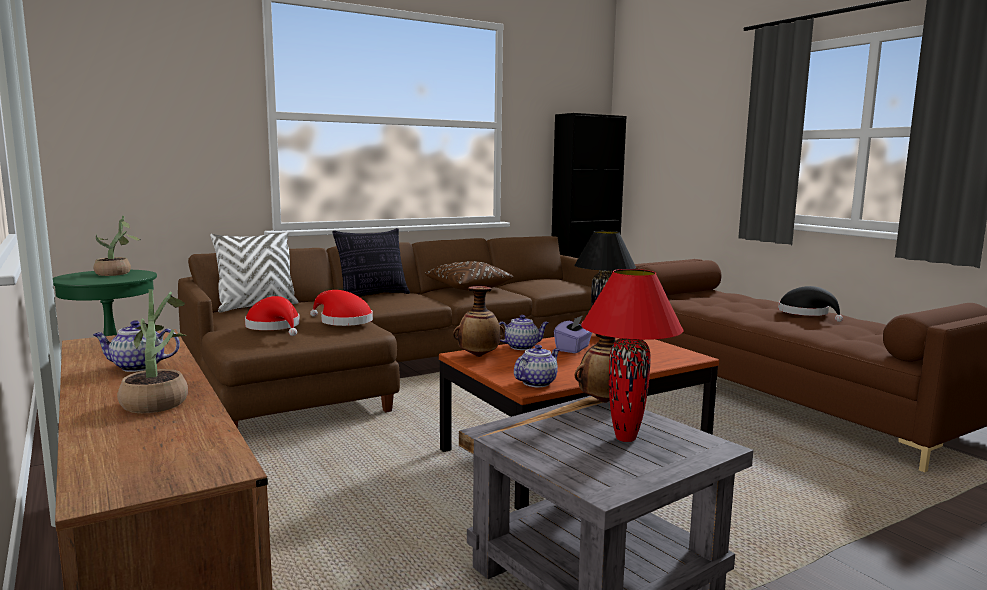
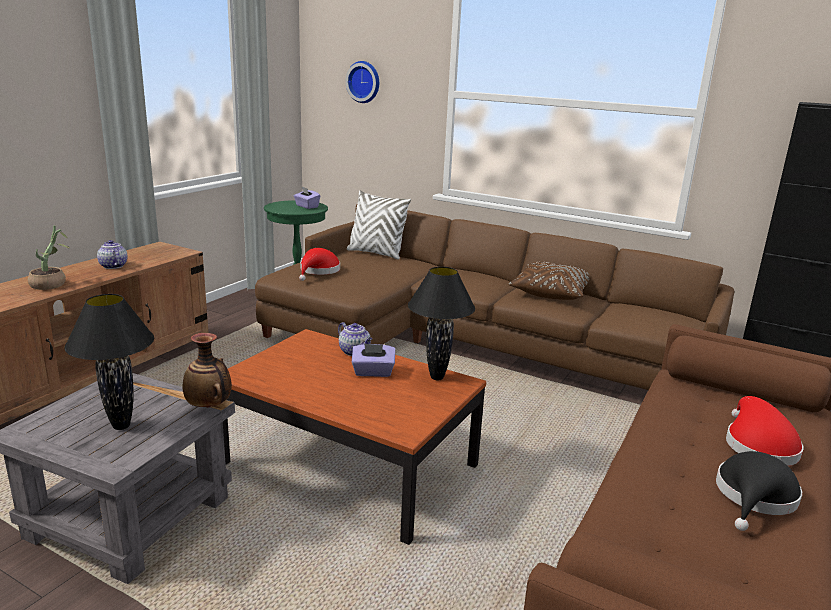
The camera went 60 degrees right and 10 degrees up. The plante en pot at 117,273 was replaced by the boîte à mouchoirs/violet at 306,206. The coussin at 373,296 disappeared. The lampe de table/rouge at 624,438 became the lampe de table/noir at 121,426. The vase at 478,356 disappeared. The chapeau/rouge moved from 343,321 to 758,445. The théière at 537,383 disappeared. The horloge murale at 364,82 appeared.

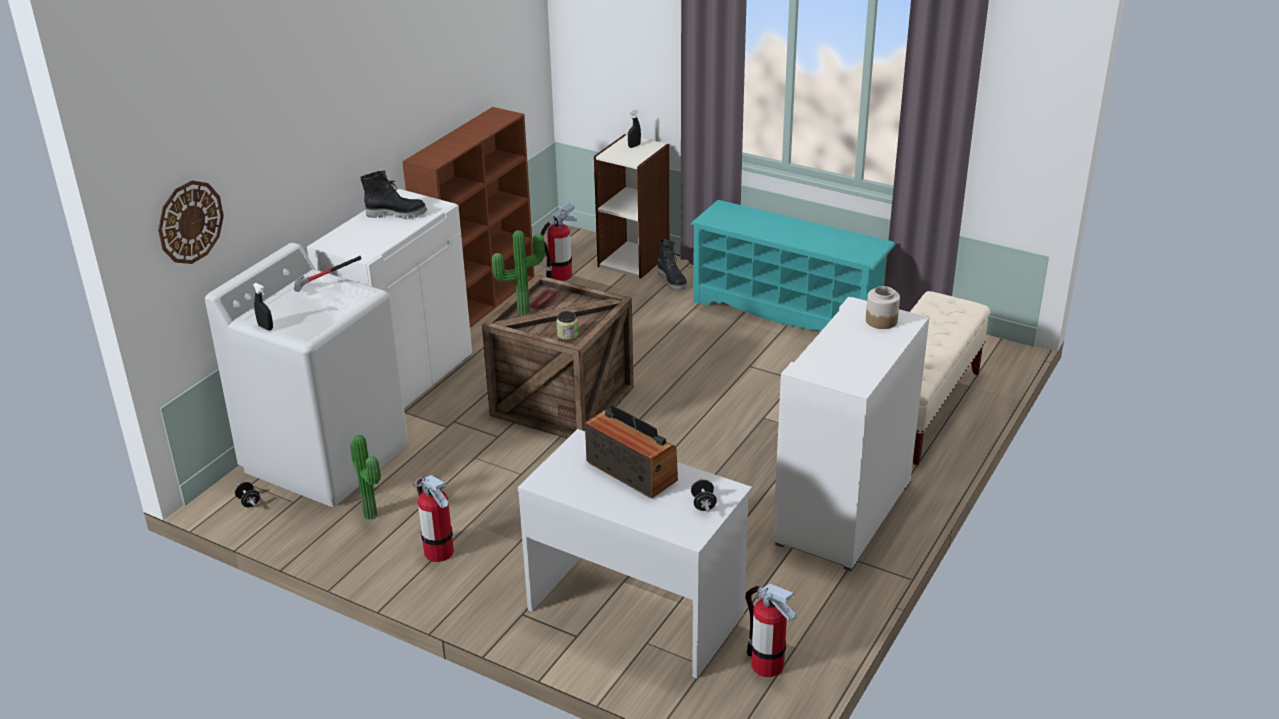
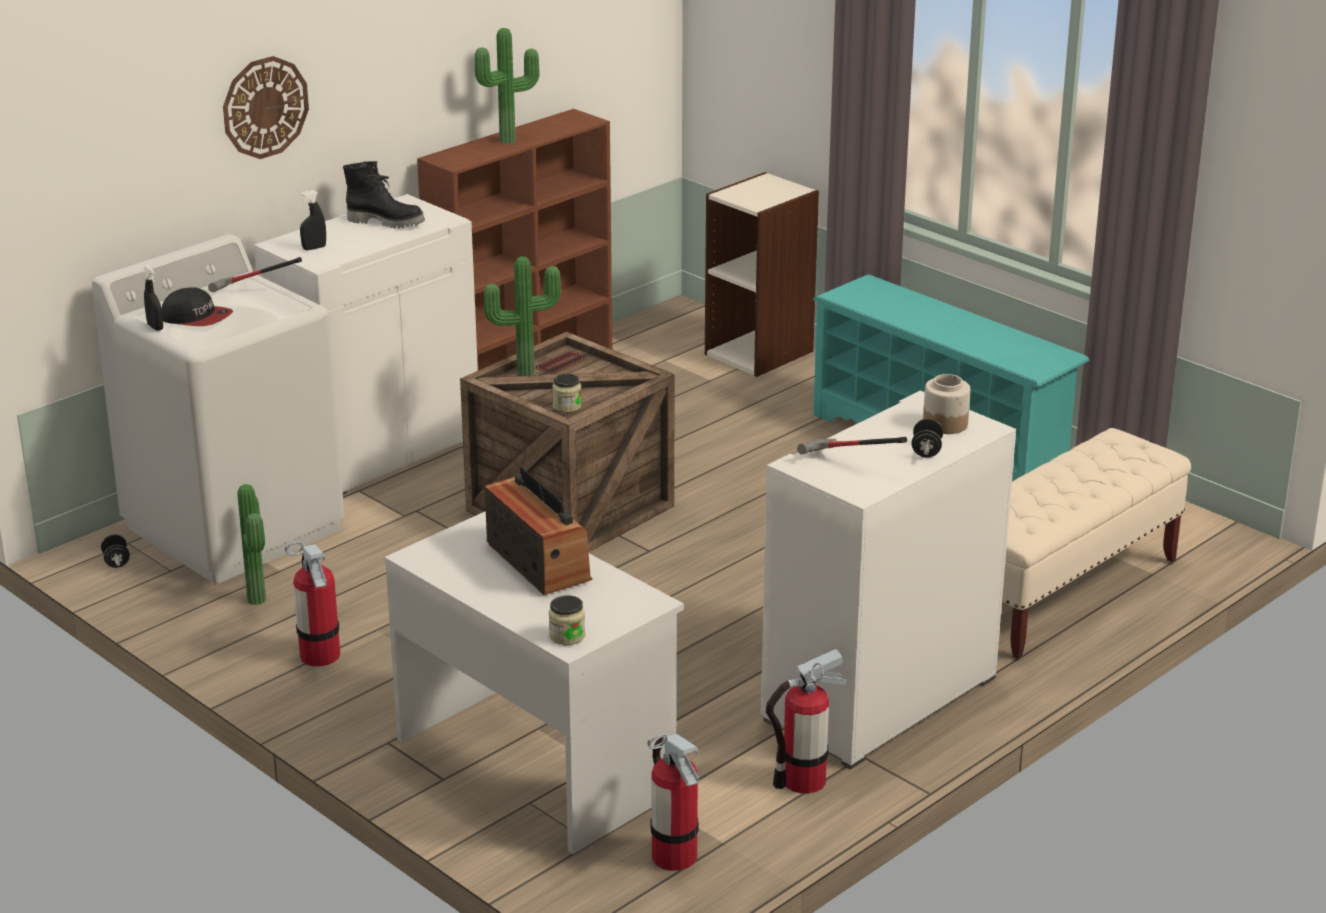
The camera went 15 degrees right and 5 degrees down. The vaporisateur/noir moved from 634,146 to 314,248. The horloge murale moved from 190,222 to 265,107. The extincteur moved from 560,275 to 803,781. The botte/noir at 672,281 disappeared. The haltère/noir moved from 703,504 to 926,451. The plante en pot at 509,141 appeared. The casquette at 197,318 appeared. The marteau at 846,464 appeared. The bocal at 567,636 appeared.

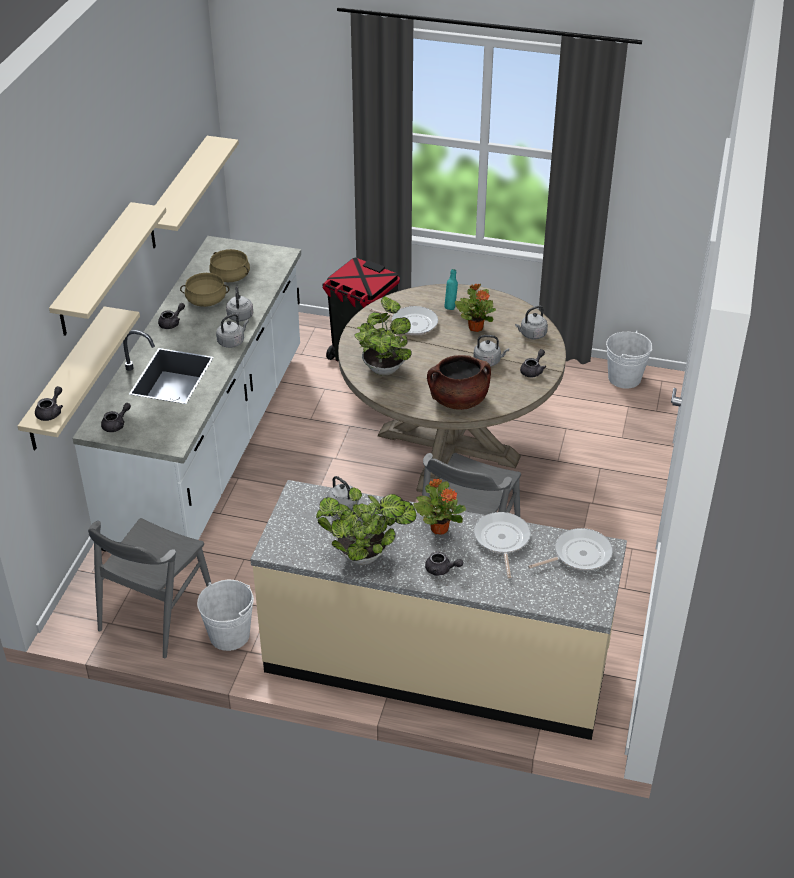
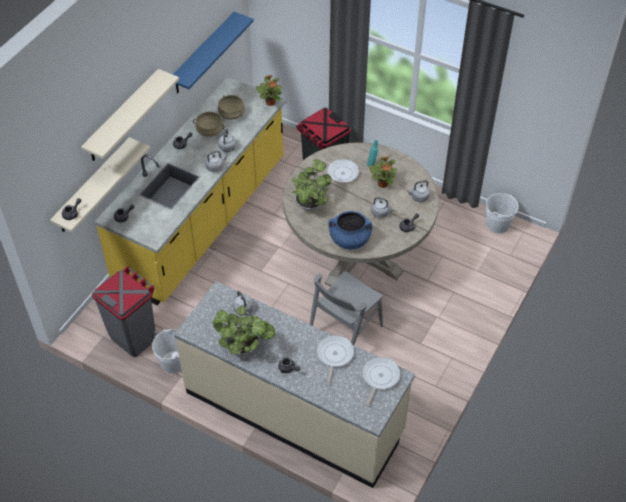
The camera went 15 degrees right and 10 degrees up. The étagère/beige at 178,193 became the étagère/bleu at 203,54. The comptoir de cuisine/blanc at 209,445 became the comptoir de cuisine/jaune at 203,221. The marmite/marron at 458,400 became the marmite/bleu at 349,240. The plante en pot moved from 439,528 to 270,102. The chaise/gris at 156,614 was replaced by the poubelle/gris at 133,337. The poêle at 579,554 turned 60 degrees counterclockwise.

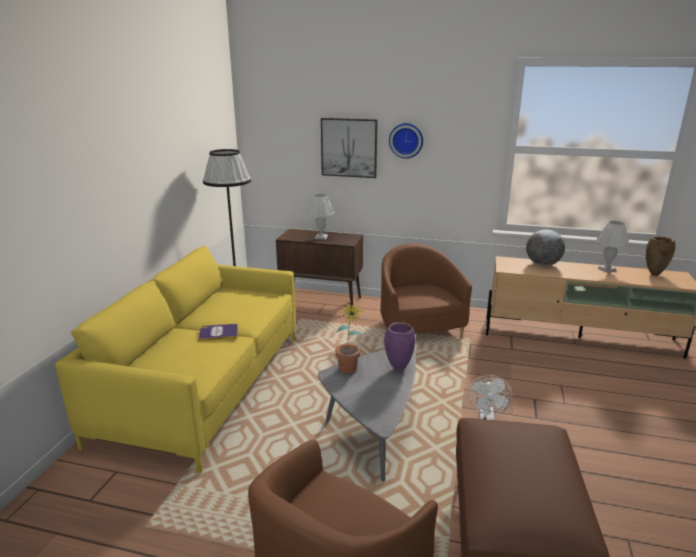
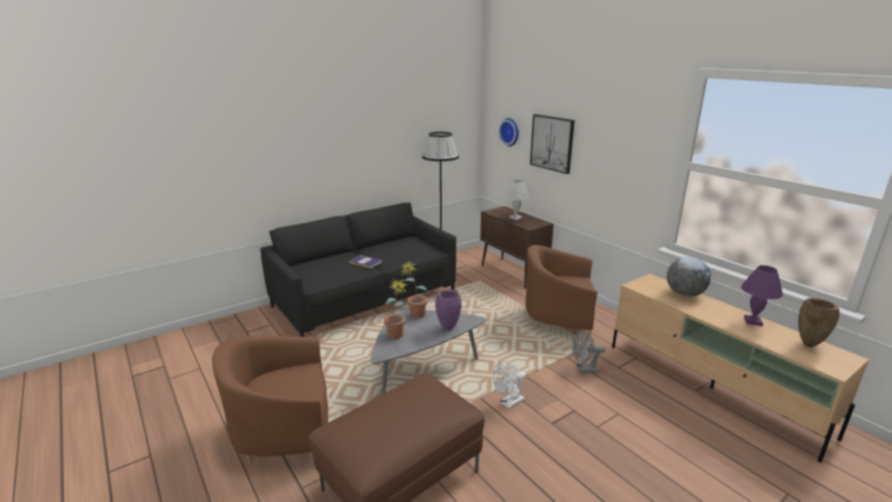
The camera went 40 degrees right and 0 degrees up. The horloge murale moved from 406,140 to 510,132. The lampe de table/blanc at 607,269 became the lampe de table/violet at 753,321. The fauteuil/marron at 418,328 turned 105 degrees counterclockwise. The canapé/jaune at 205,386 became the canapé/noir at 365,300. The plante en pot at 396,337 appeared. The ventilateur/gris at 584,370 appeared.

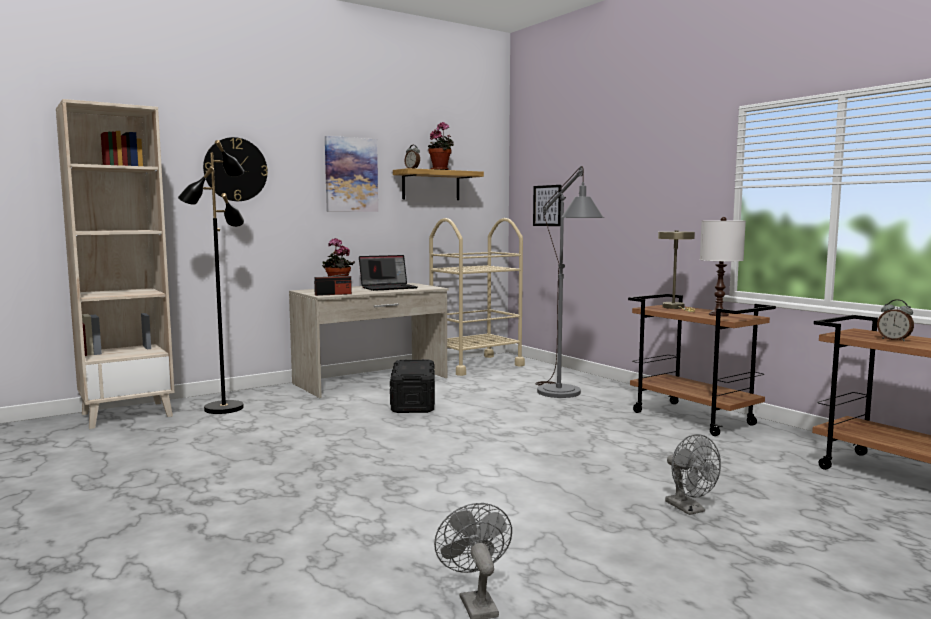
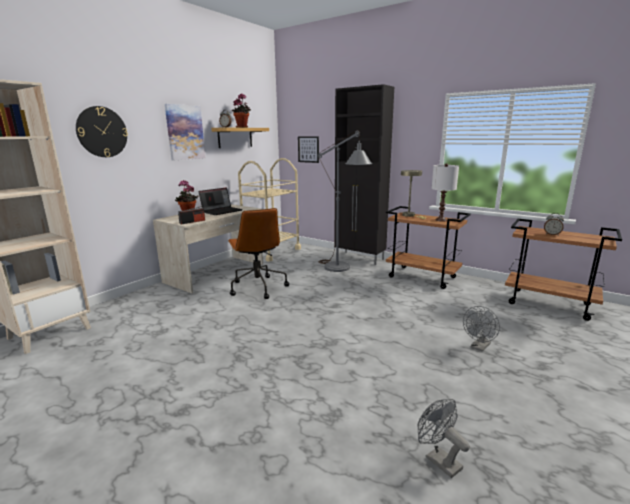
The camera went 20 degrees left and 10 degrees up. The lampadaire/noir at 223,408 disappeared. The boîte de rangement/noir at 413,401 was replaced by the chaise de bureau/marron at 257,287. The ventilateur/gris at 689,509 turned 90 degrees clockwise. The meuble de rangement/noir at 360,258 appeared.

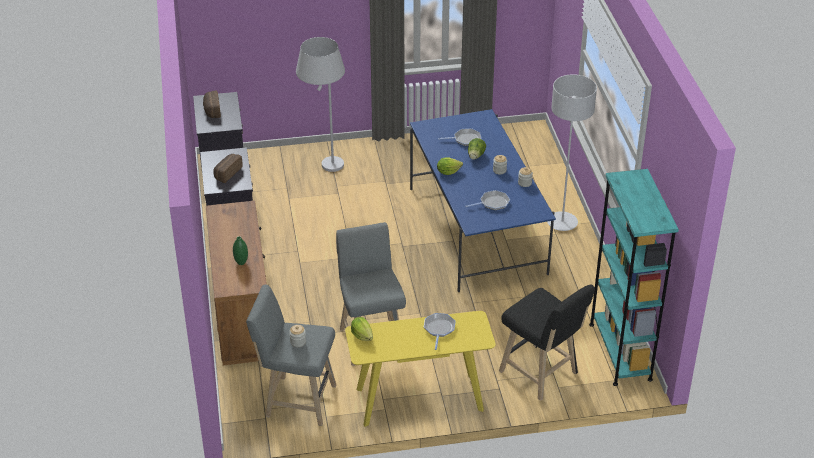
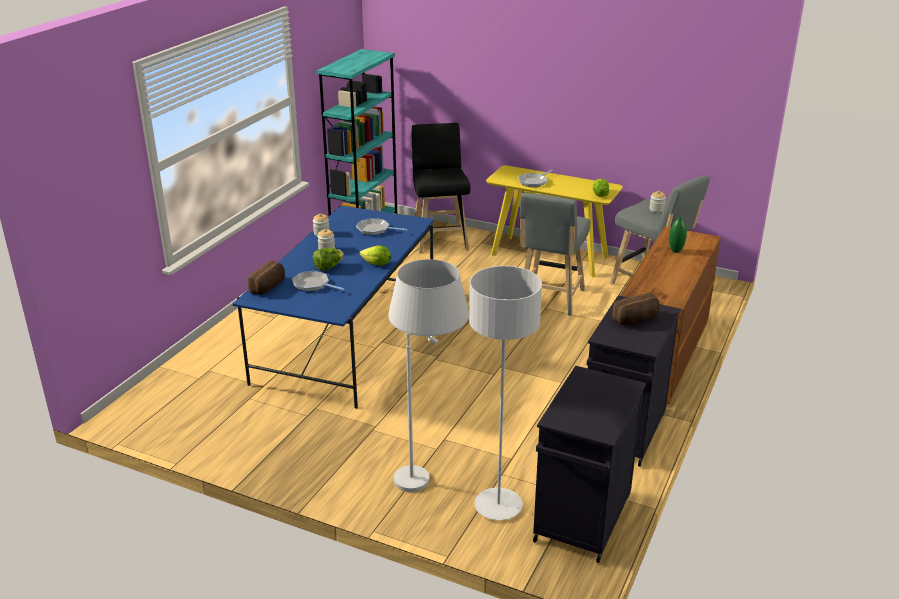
The camera went 145 degrees left and 10 degrees down. The lampadaire/gris moved from 562,222 to 498,506. The pain moved from 211,110 to 269,287.

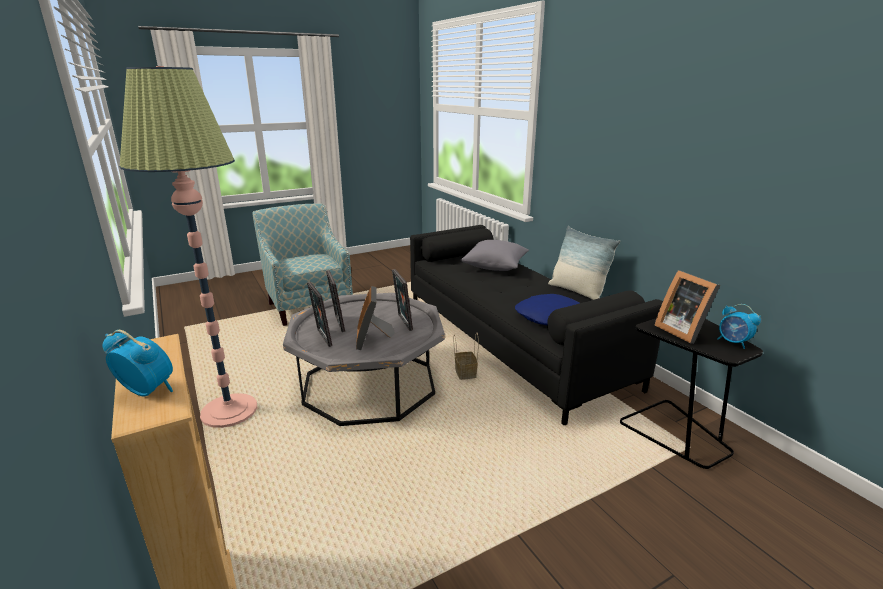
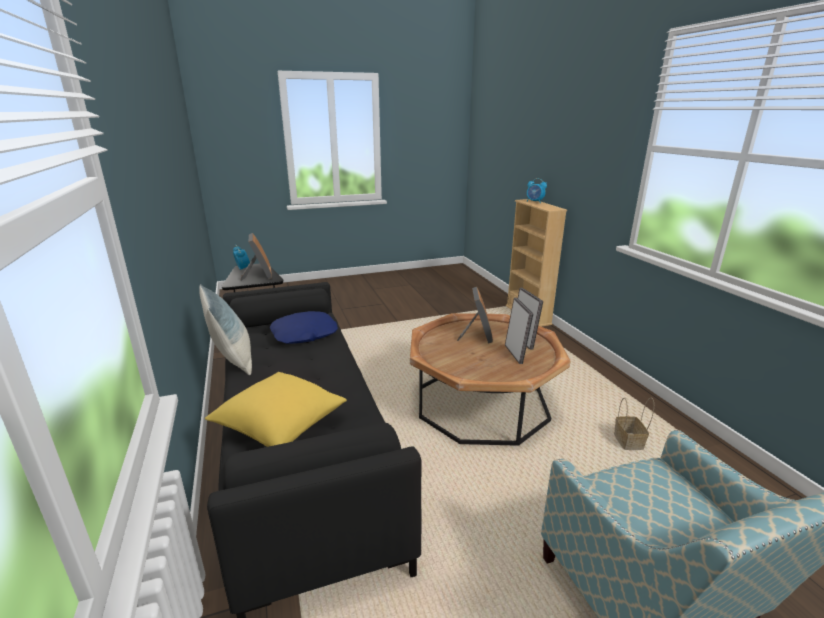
The camera went 170 degrees left and 0 degrees up. The lampadaire at 229,411 disappeared. The coussin/gris at 495,266 became the coussin/jaune at 280,426. The cadre photo at 403,323 disappeared. The table basse/gris at 369,384 became the table basse/marron at 481,404. The panier moved from 465,373 to 629,442.

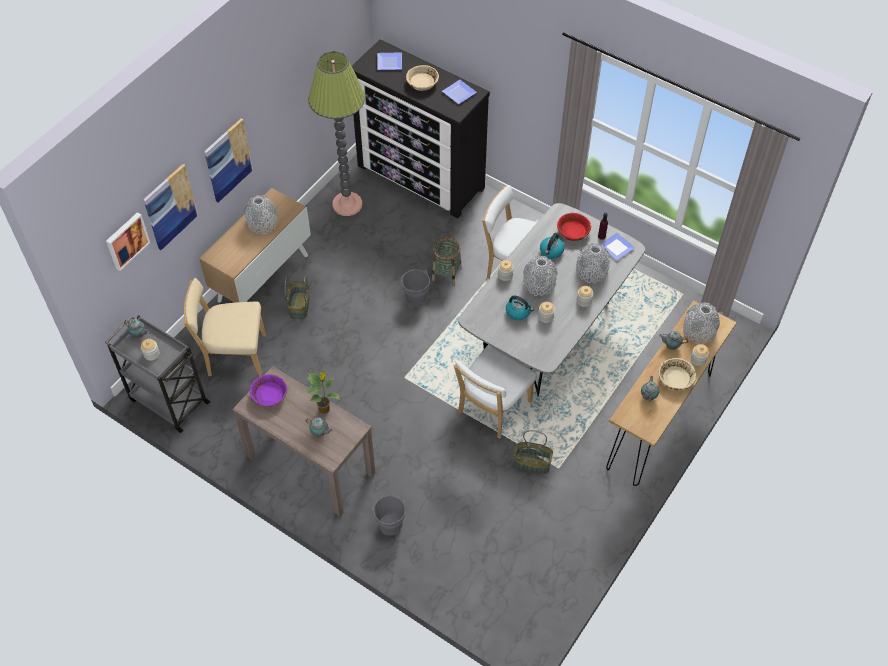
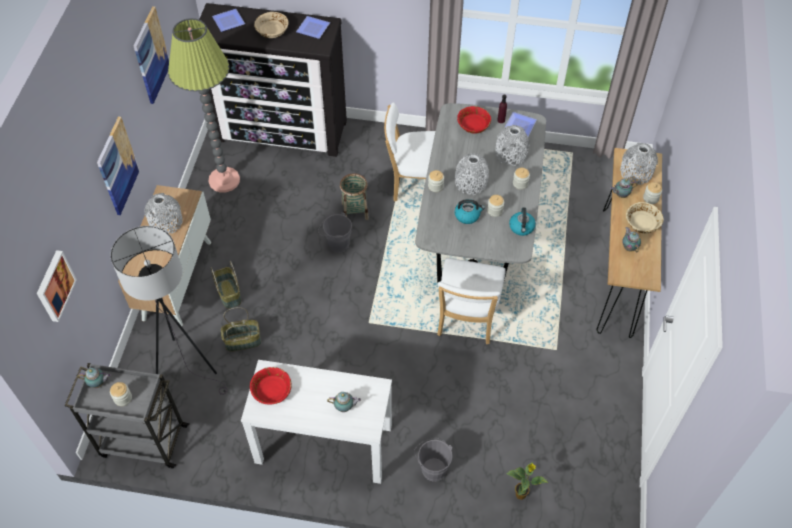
The camera went 25 degrees left and 0 degrees up. The tableau moved from 170,207 to 151,55. The bouilloire moved from 551,251 to 521,227. The chaise/beige at 233,355 was replaced by the lampadaire/gris at 187,367. The table console/marron at 310,464 became the table console/blanc at 323,444. The plante en pot moved from 325,409 to 521,494. The bol/violet at 269,395 became the bol/rouge at 272,390. The panier moved from 532,463 to 243,341.

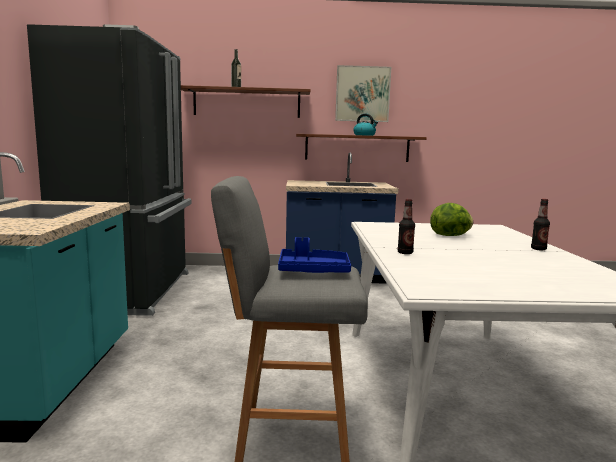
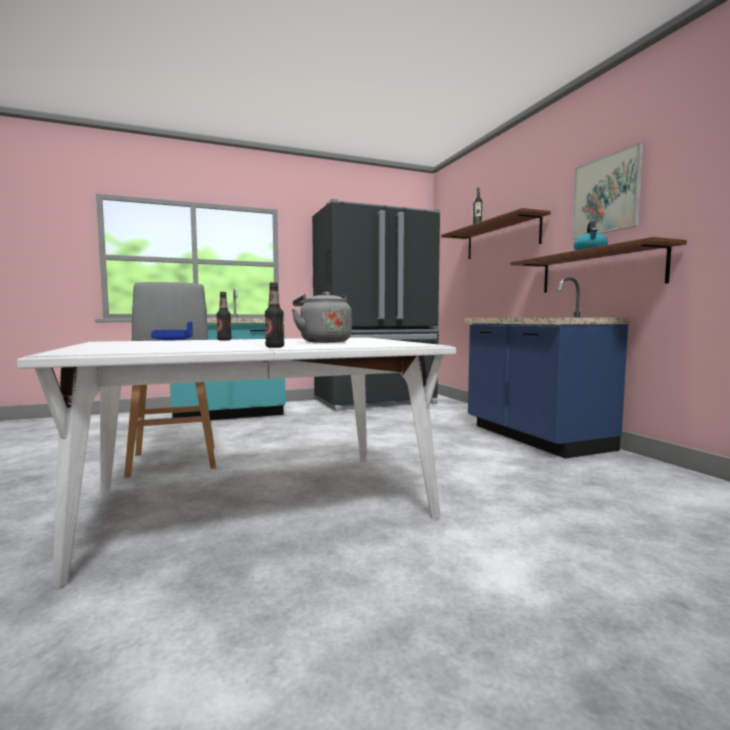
The camera went 70 degrees right and 5 degrees down. The laitue at 450,236 was replaced by the bouilloire/gris at 323,341.

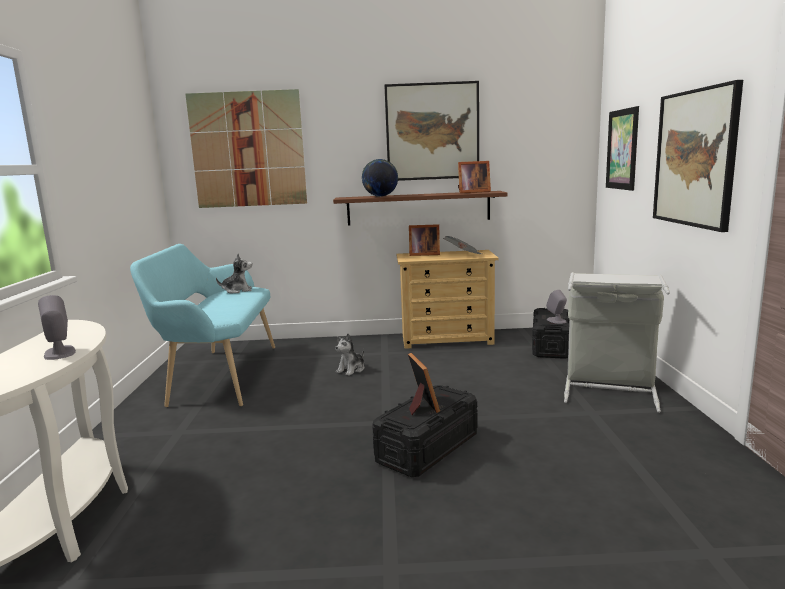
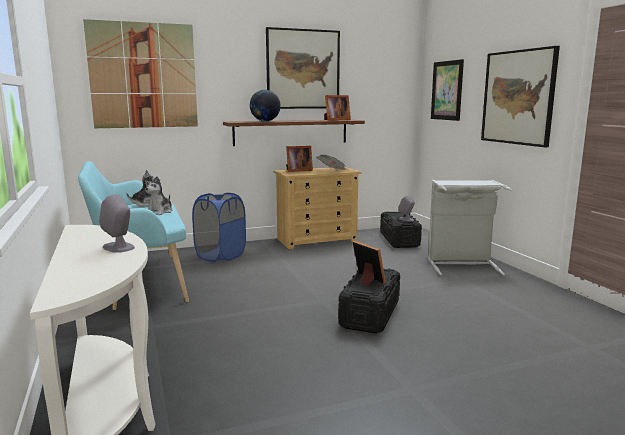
The camera went 20 degrees left and 0 degrees up. The peluche moved from 351,370 to 160,212. The panier à linge/bleu at 220,255 appeared.

